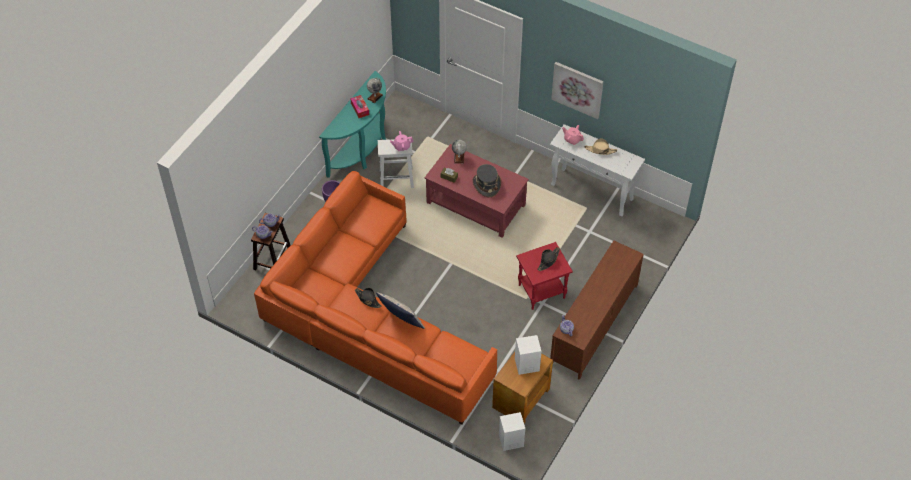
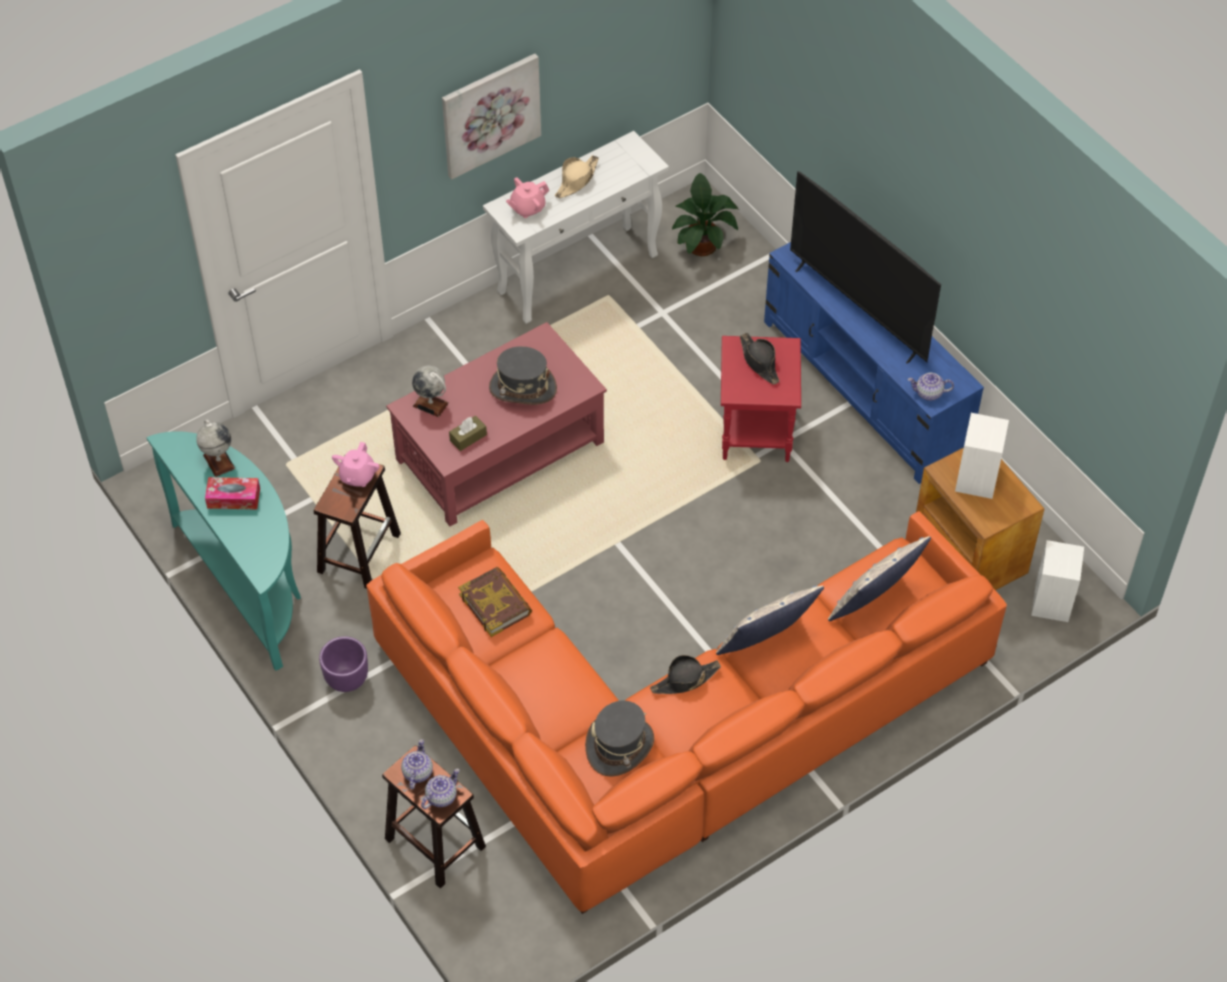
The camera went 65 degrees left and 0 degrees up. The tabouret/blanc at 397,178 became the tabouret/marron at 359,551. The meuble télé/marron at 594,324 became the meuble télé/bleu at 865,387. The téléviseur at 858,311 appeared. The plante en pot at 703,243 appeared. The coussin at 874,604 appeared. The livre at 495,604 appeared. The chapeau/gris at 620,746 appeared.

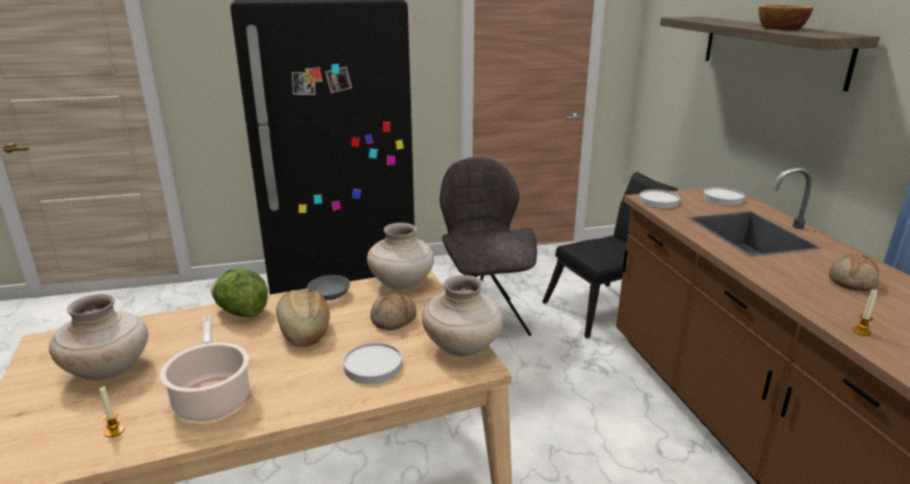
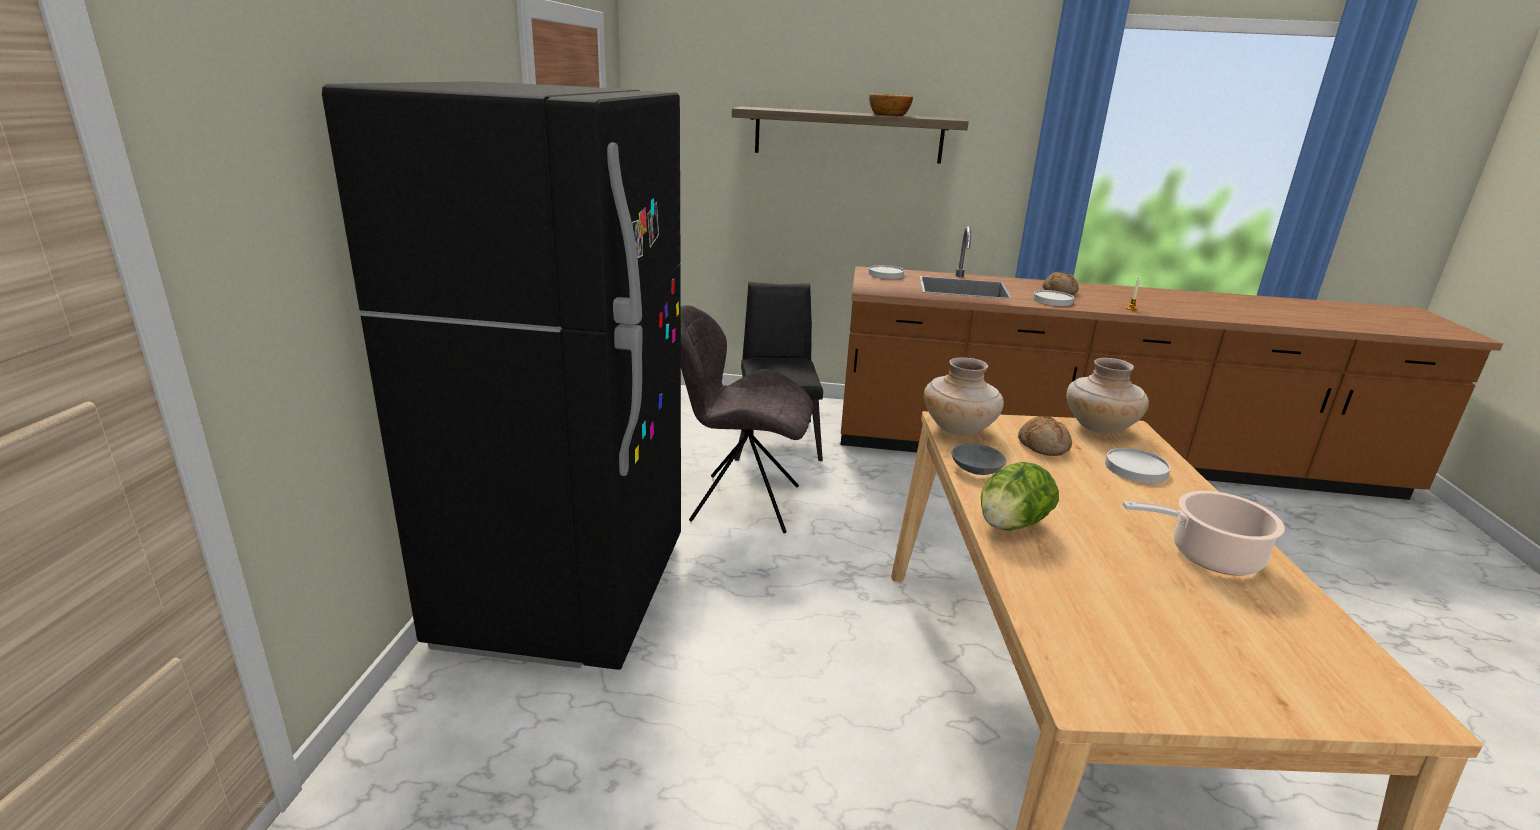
The camera went 70 degrees left and 0 degrees up. The assiette/blanc moved from 659,201 to 1052,300. The pain at 303,331 disappeared. The vase/beige at 109,370 disappeared. The bougie at 114,431 disappeared.

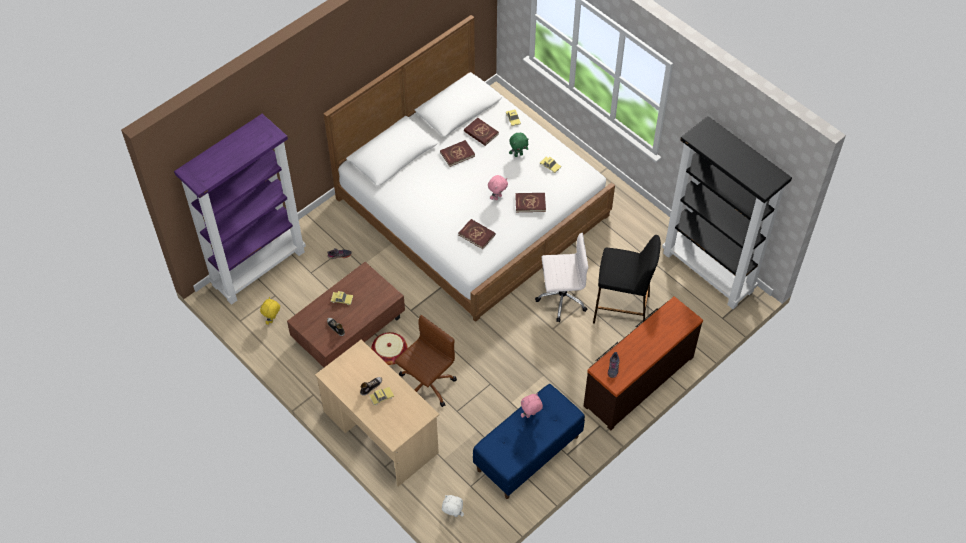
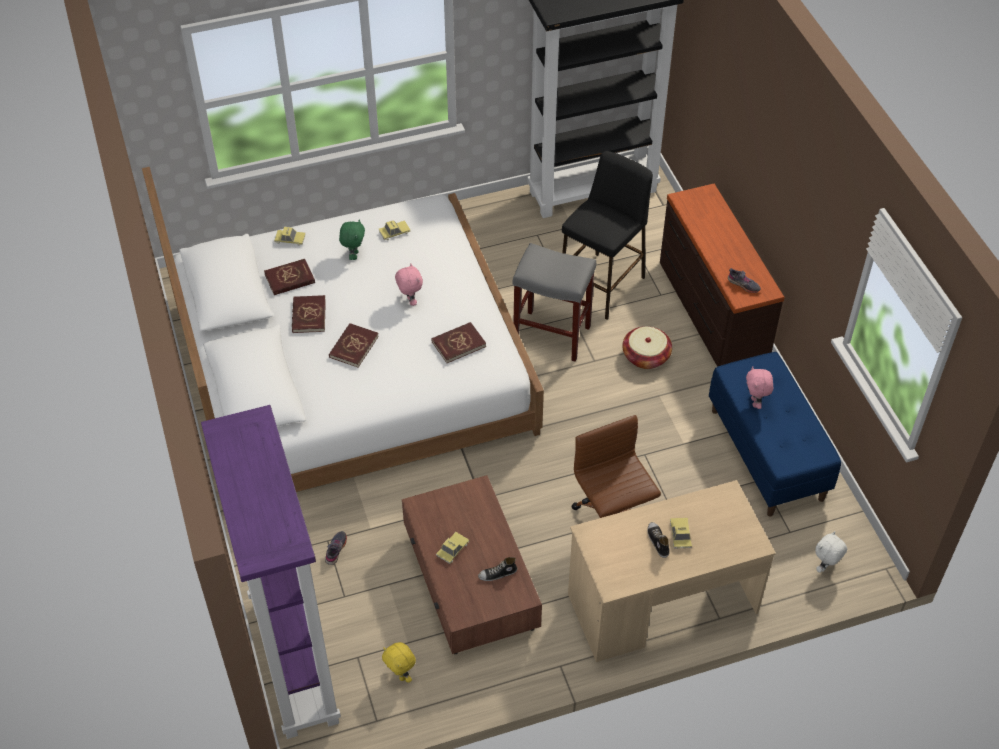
The camera went 65 degrees left and 5 degrees down. The livre/rouge moved from 530,203 to 353,347. The chaise de bureau/blanc at 561,298 was replaced by the tabouret/gris at 553,335. The panier moved from 390,354 to 646,356.

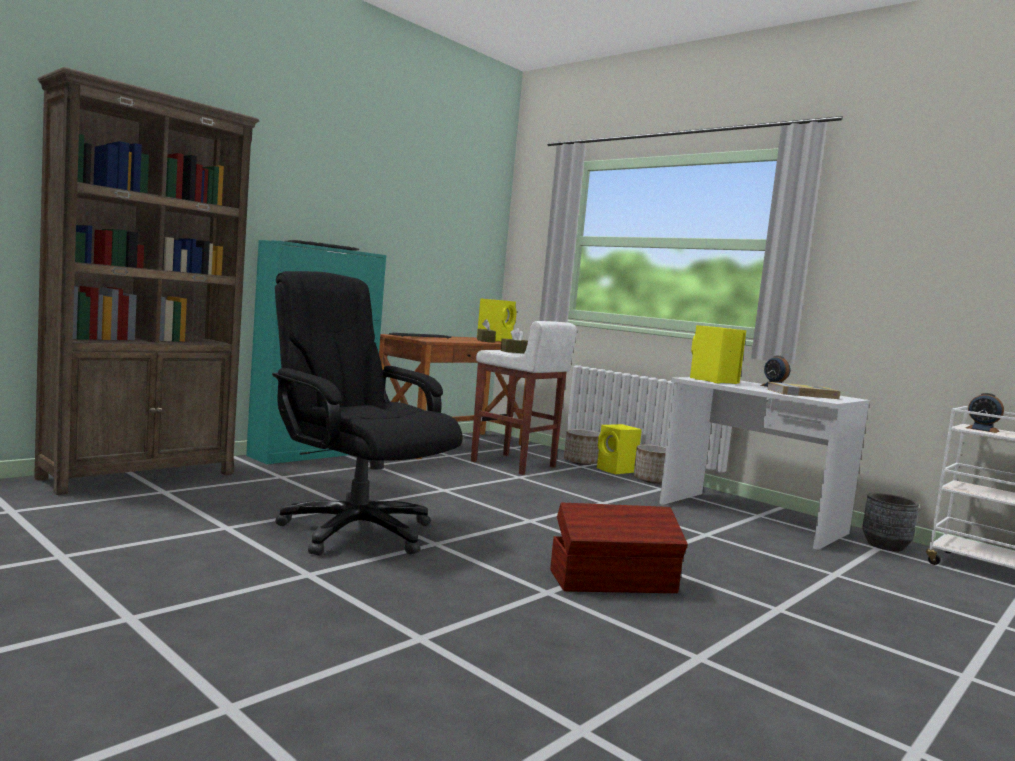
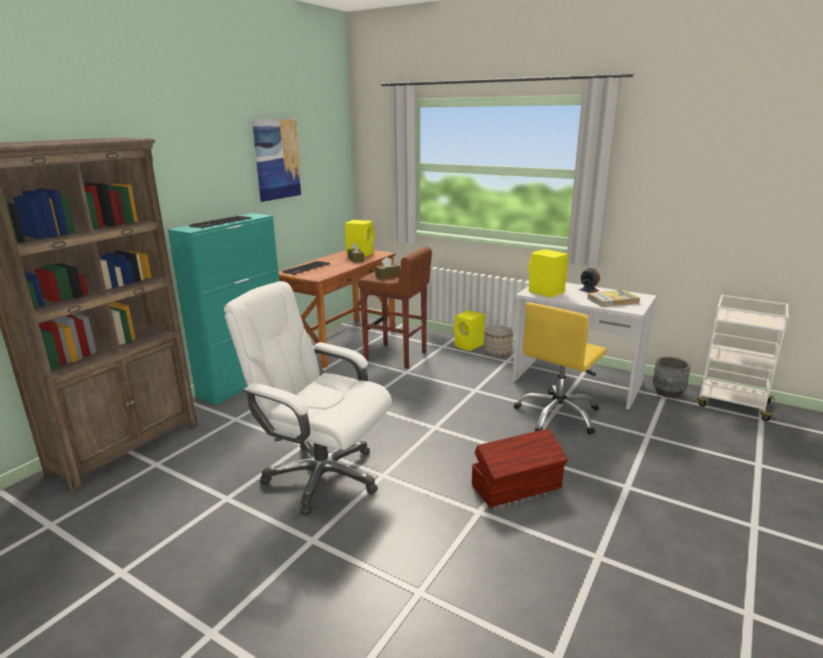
The camera went 10 degrees left and 15 degrees up. The chaise de bureau/noir at 355,531 became the chaise de bureau/blanc at 321,476. The tabouret/blanc at 514,464 became the tabouret/marron at 396,356. The réveil at 982,429 disappeared. The cache-pot at 581,462 disappeared. The tableau at 277,159 appeared. The chaise de bureau/jaune at 558,415 appeared.

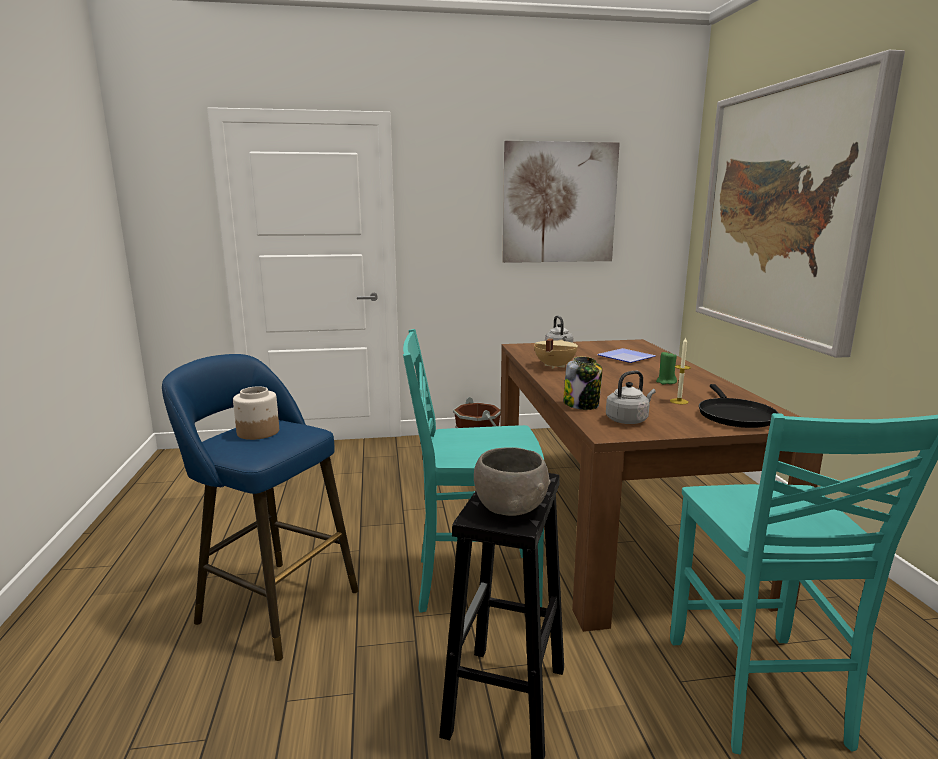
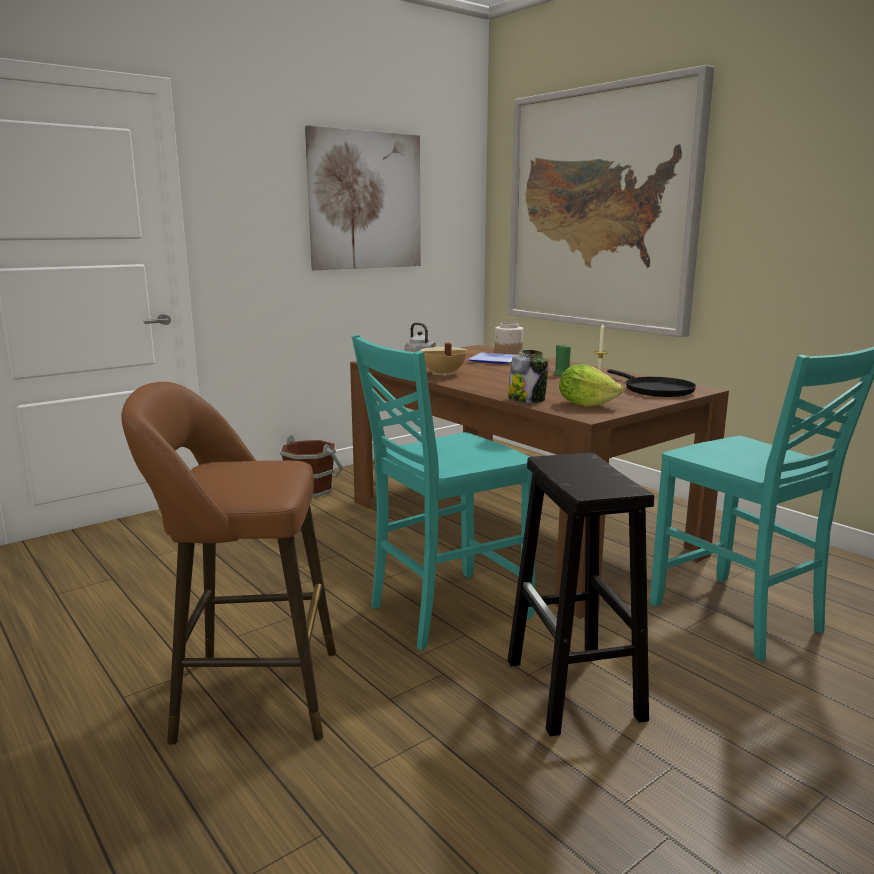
The camera went 30 degrees left and 0 degrees up. The tabouret/bleu at 272,604 became the tabouret/marron at 247,694. The bouilloire/gris at 628,420 was replaced by the laitue at 586,404. The bocal moved from 257,432 to 508,354. The bol/gris at 511,507 disappeared.

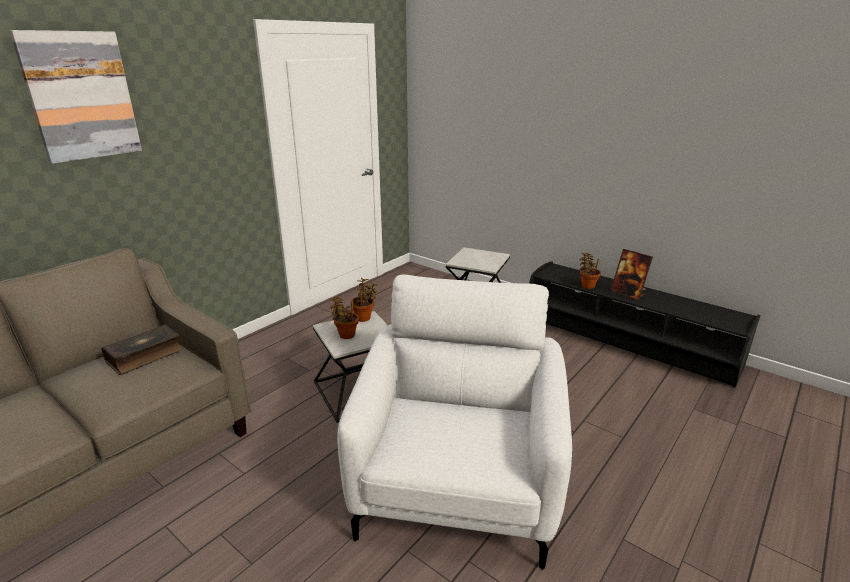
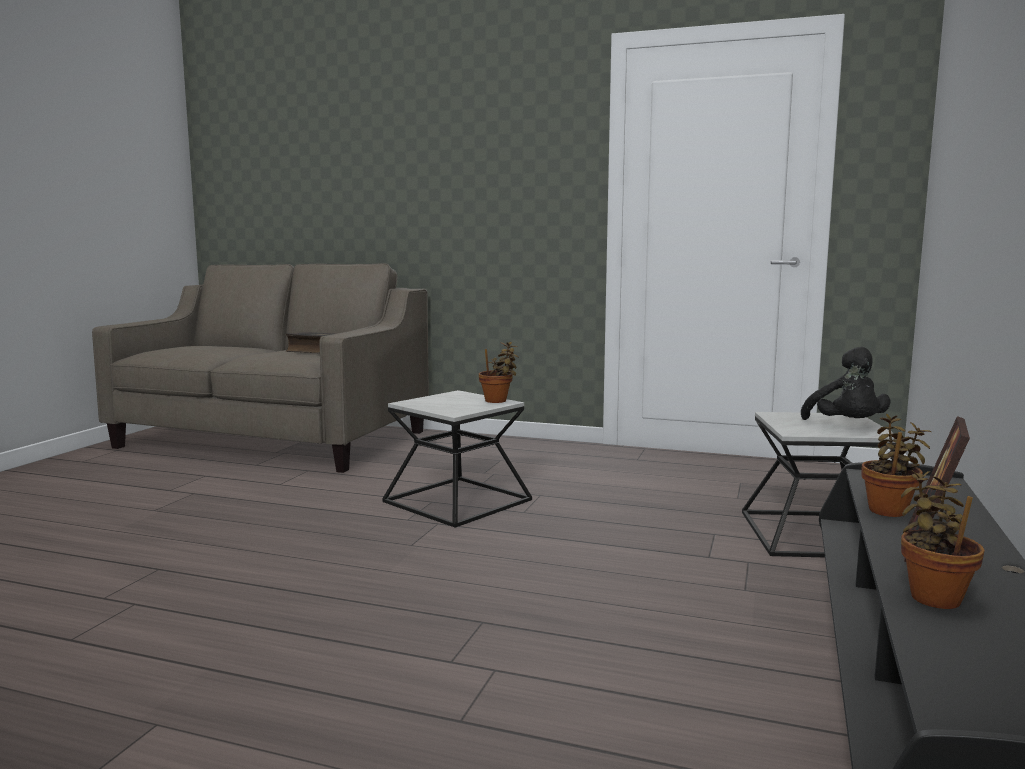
The camera went 70 degrees right and 15 degrees down. The tableau at 81,96 disappeared. The fauteuil/blanc at 457,486 disappeared. The plante en pot moved from 345,334 to 933,596. The peluche/noir at 847,426 appeared.

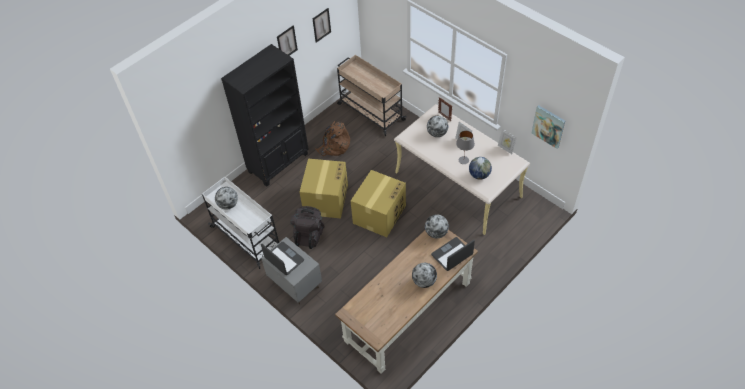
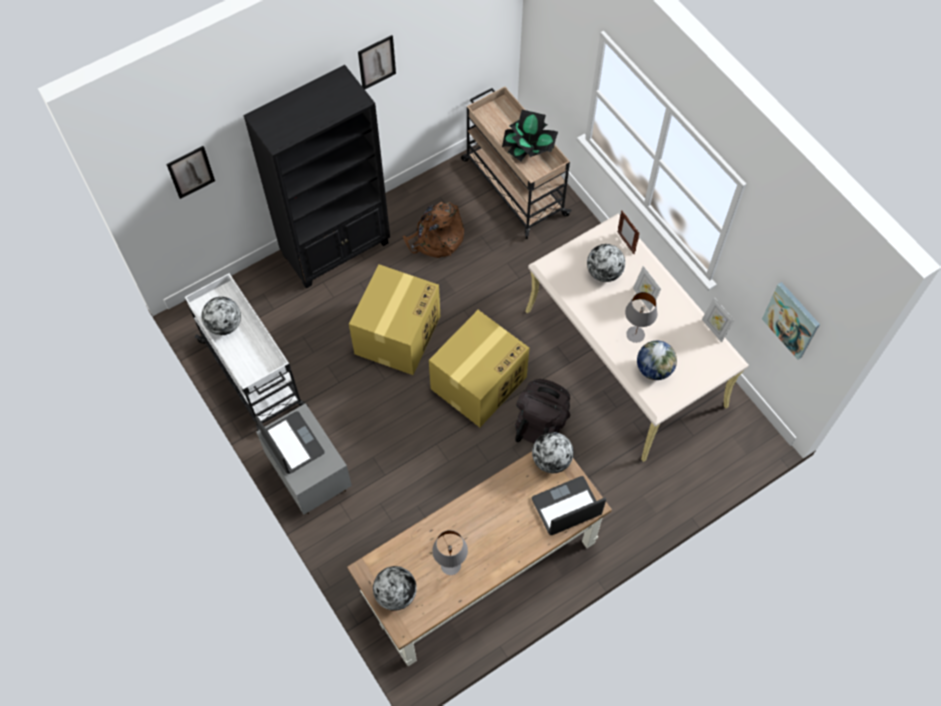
The camera went 10 degrees right and 10 degrees up. The tableau moved from 321,25 to 191,172. The sac à dos/noir moved from 309,235 to 541,423. The globe moved from 424,281 to 395,594. The plante en pot at 528,150 appeared. The lampe de table/gris at 451,565 appeared.

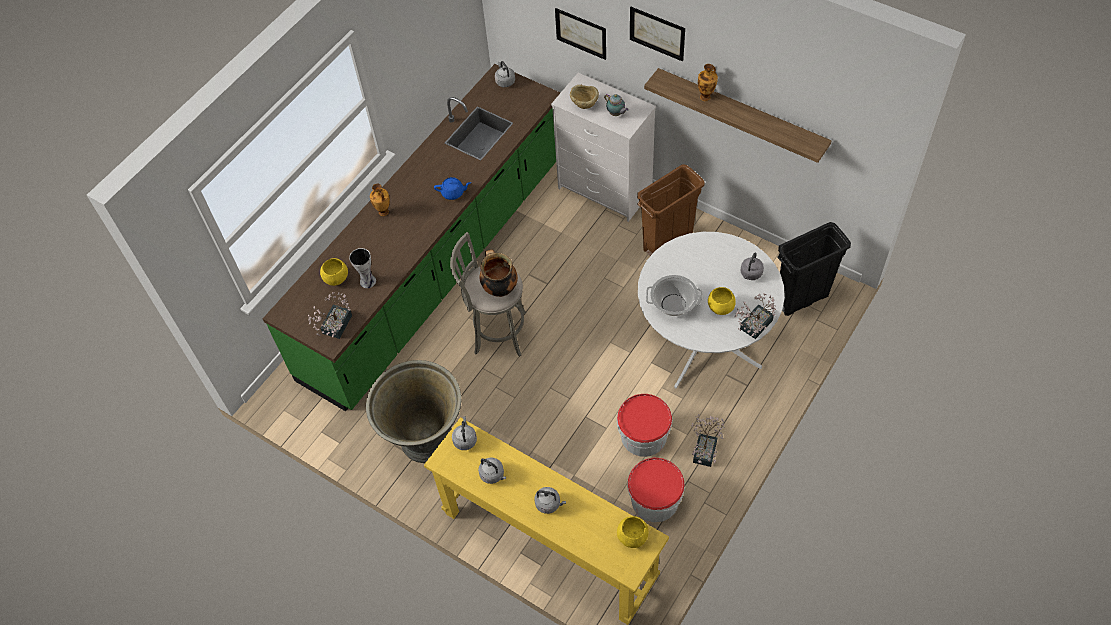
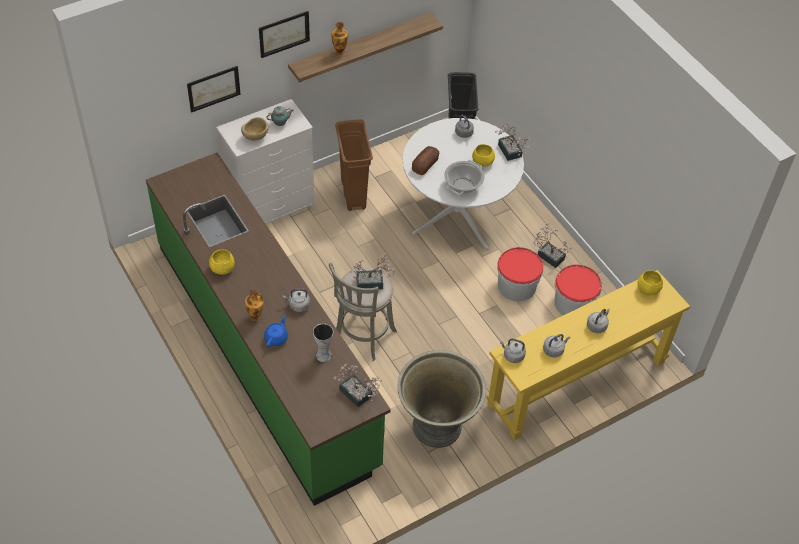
The camera went 70 degrees left and 5 degrees down. The bouilloire/gris moved from 505,81 to 298,305. The théière/bleu moved from 453,193 to 276,338. The marmite at 499,288 was replaced by the plante en pot at 373,283. The bol/jaune moved from 336,278 to 222,269. The pain at 425,165 appeared.

